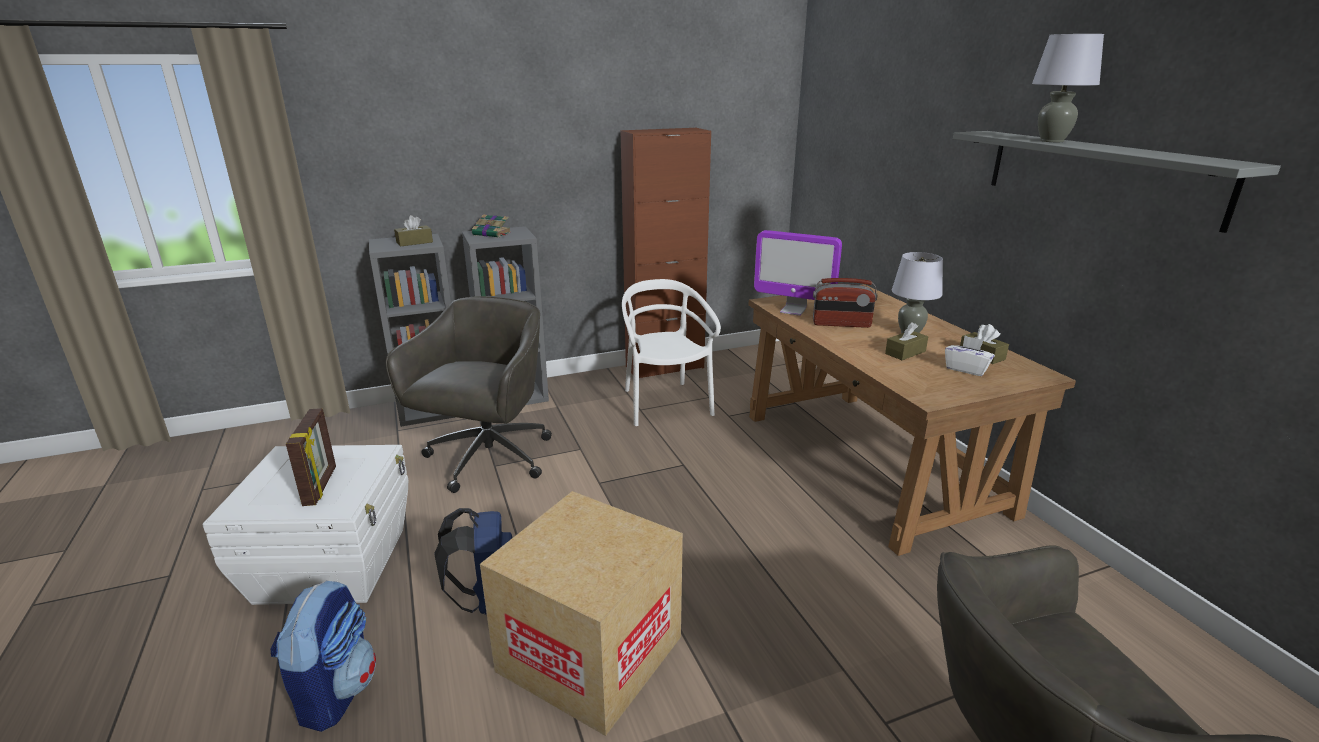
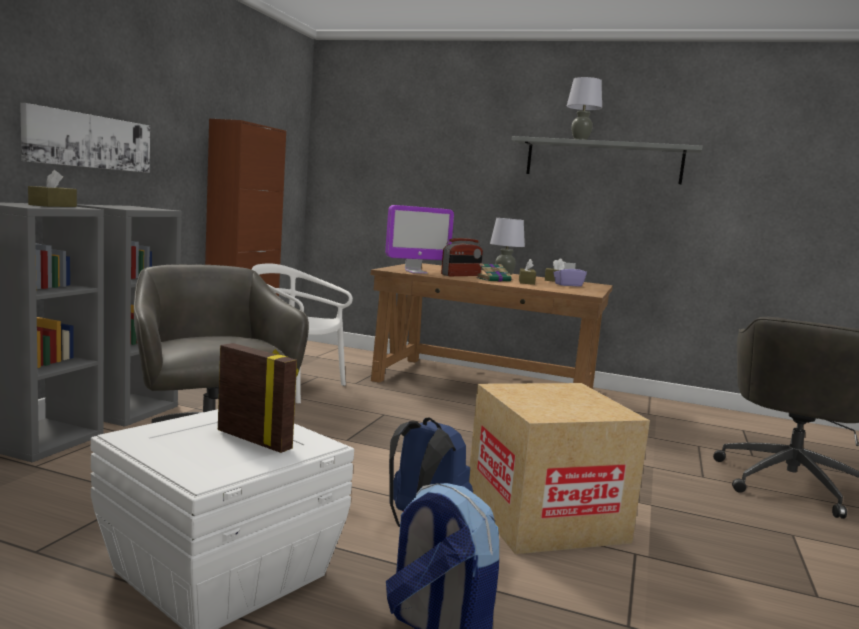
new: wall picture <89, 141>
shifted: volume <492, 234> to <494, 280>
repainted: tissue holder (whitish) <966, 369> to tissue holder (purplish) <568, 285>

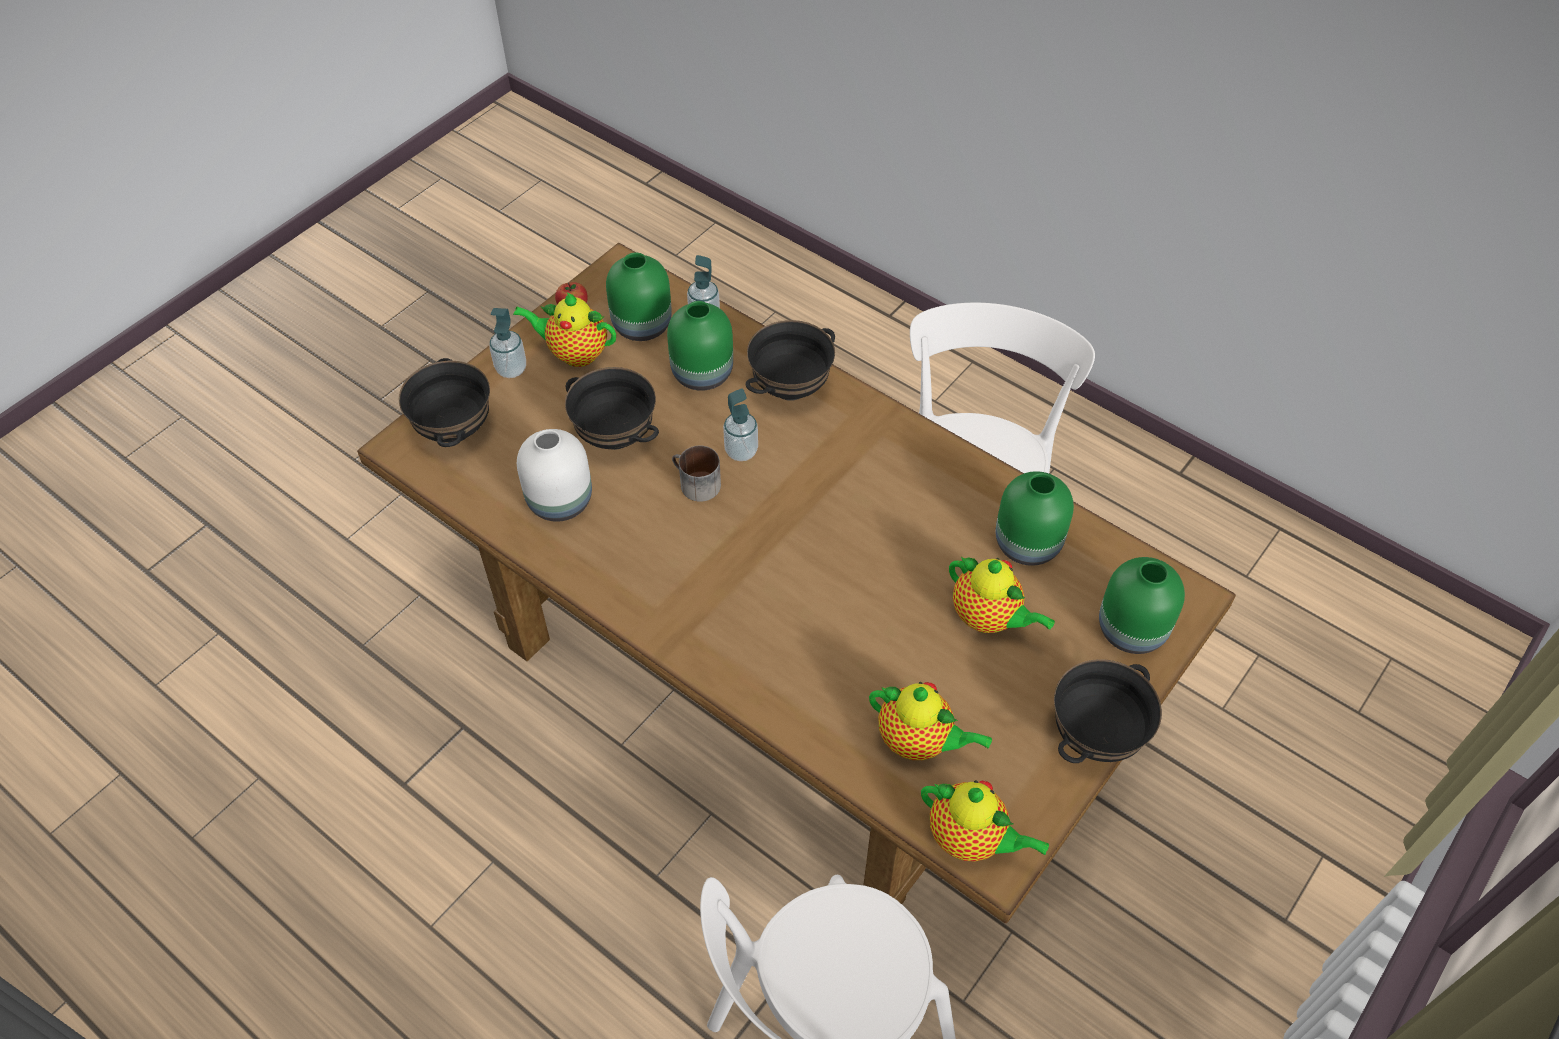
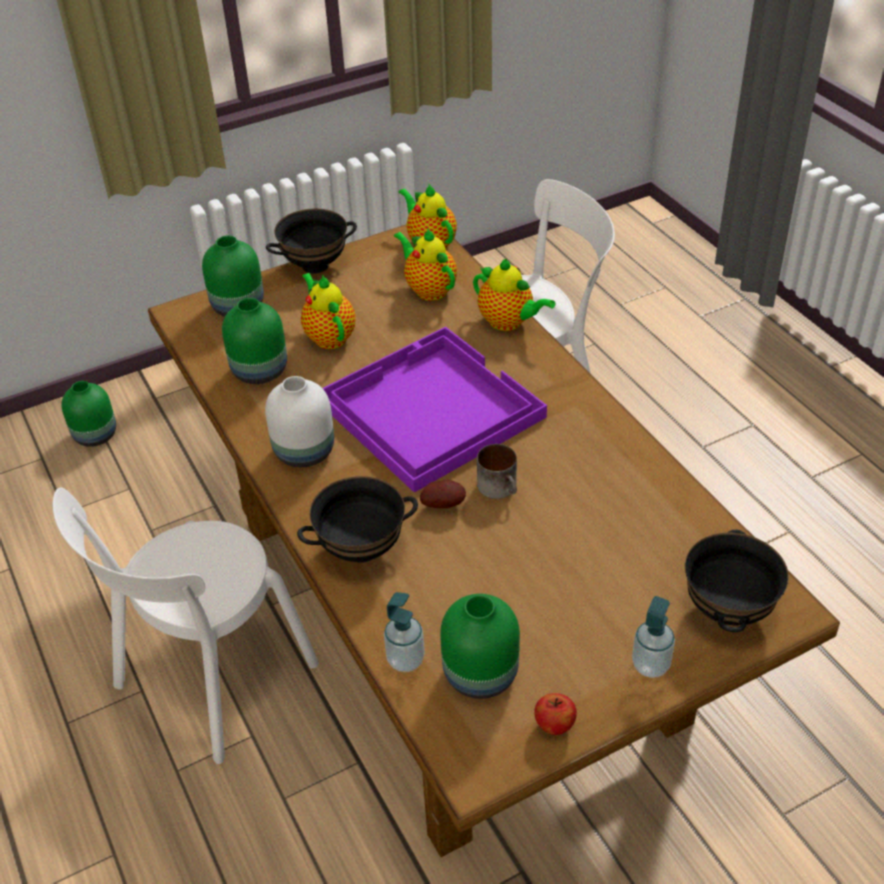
gone: serving bowl (black-coloured) <616, 436>
new: serving tray (purplish) <428, 410>
shifted: tea pot <574, 353> to <508, 322>; decorative vase (whitish) <558, 502> to <306, 451>; decorative vase (green) <701, 375> to <96, 435>
swapped: liquid soap bottle <741, 451> to whole potato <444, 504>

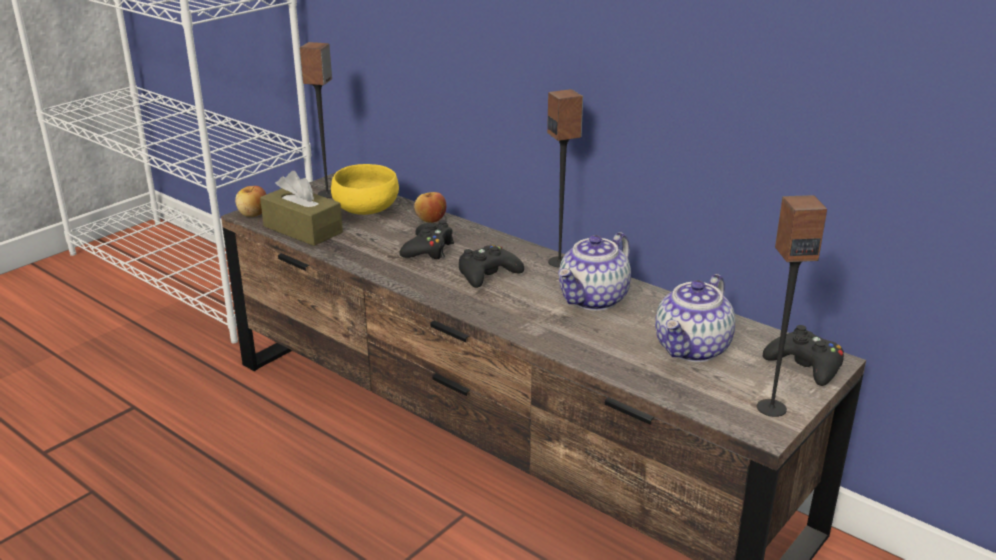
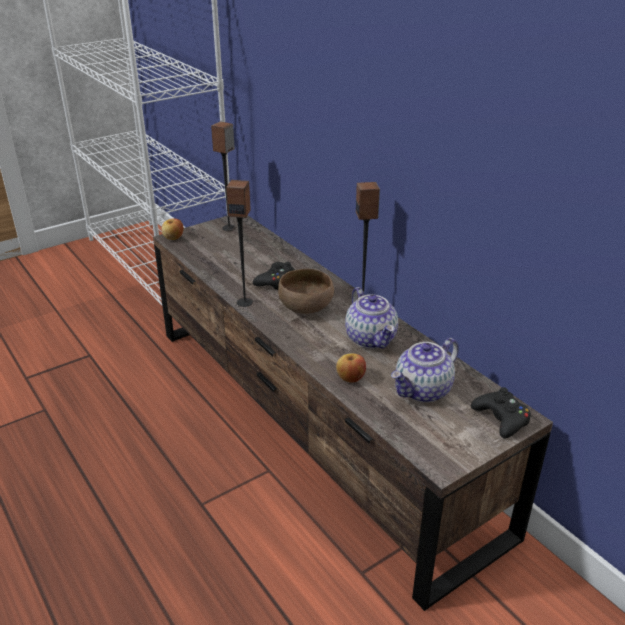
gone: tissue holder (brownish) <303, 229>; serving bowl (yellow-coloured) <367, 211>
shifted: apple fruit <430, 220> to <350, 378>; loudspeaker <771, 408> to <245, 302>
swapped: joypad (black-coloured) <487, 274> to serving bowl (brownish) <306, 307>
rotated: tea pot <594, 299> = <371, 339> 75 degrees counterclockwise

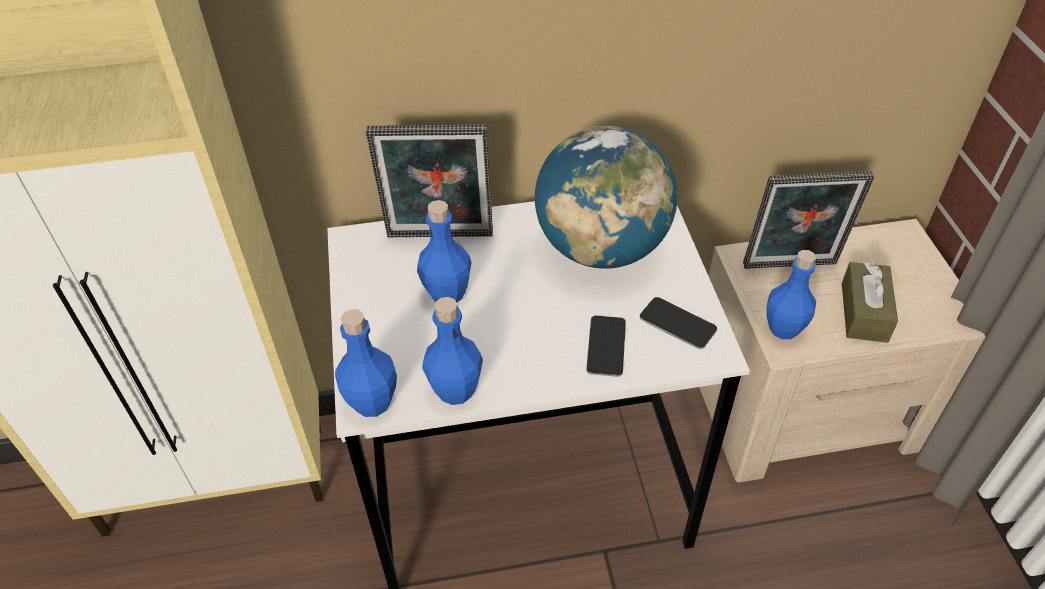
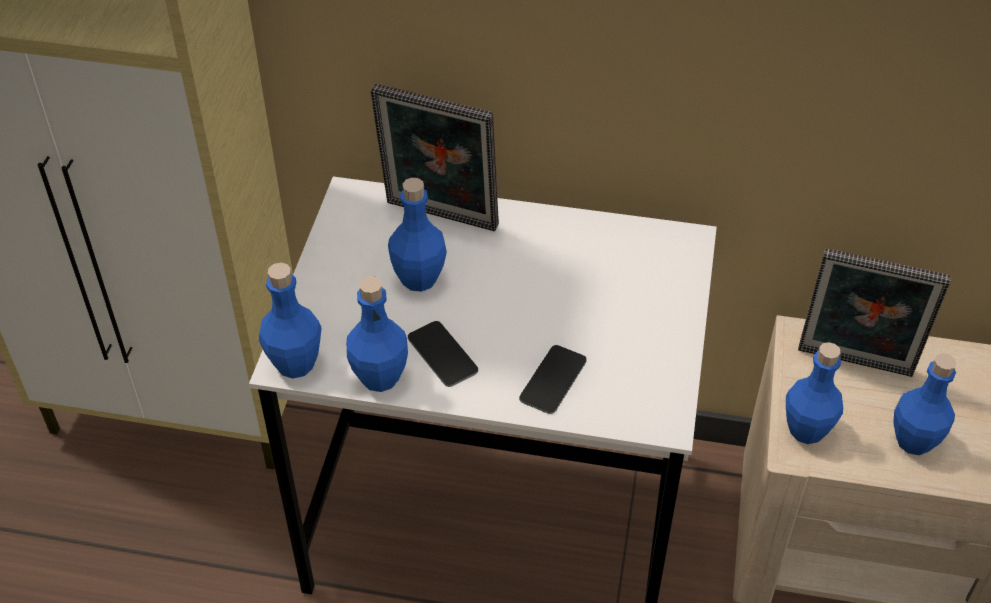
gone: desk globe <602, 248>
shifted: phone <677, 323> to <442, 354>
swapped: tissue holder (brownish) <864, 312> to beverage bottle (bluish) <914, 441>

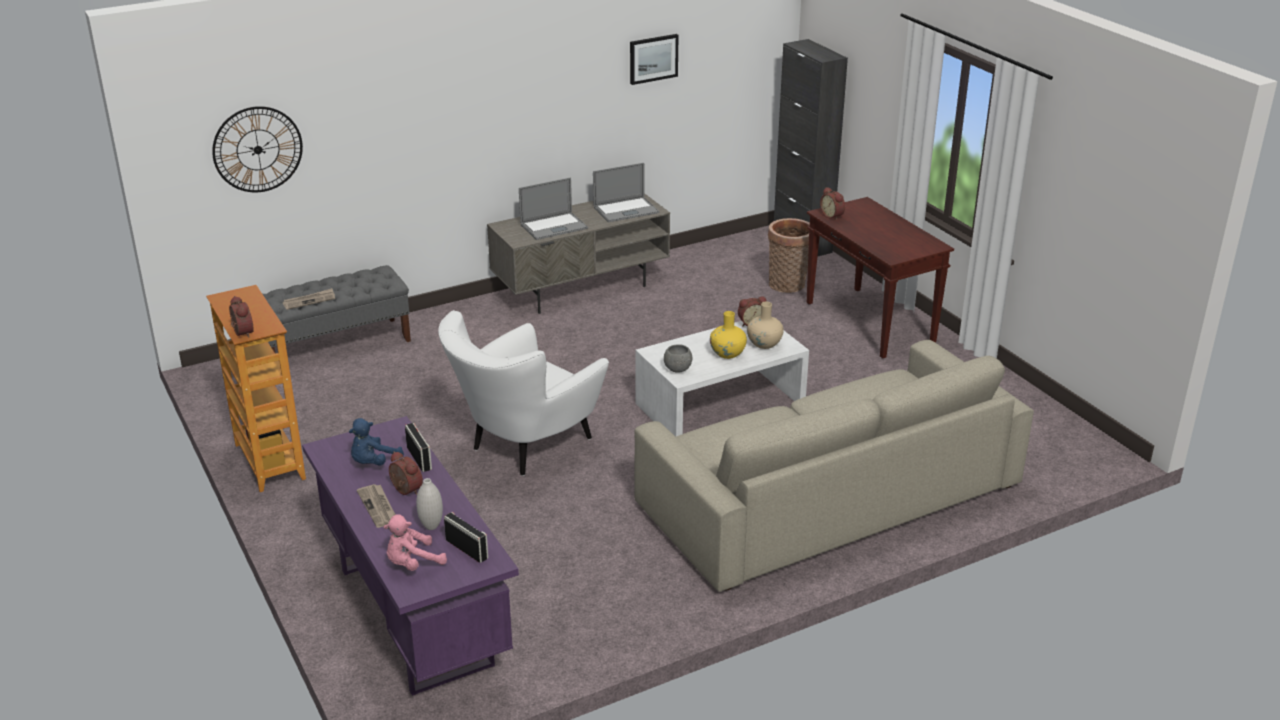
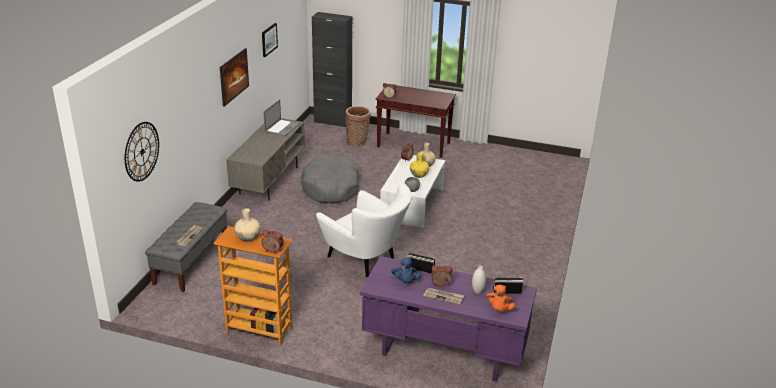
gone: portable computer <554, 226>; couch (beige-coloured) <828, 494>
new: wall picture <234, 86>; decorative vase (beige-coloured) <248, 237>; pet bed (grey) <331, 188>
repainted: plush toy (pinkish) <412, 564> to plush toy (orange-coloured) <499, 309>
rotated: armchair (whitish) <524, 447> = <365, 260> 45 degrees counterclockwise

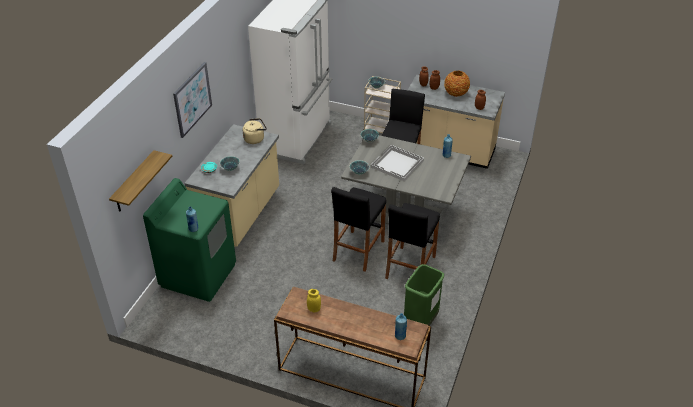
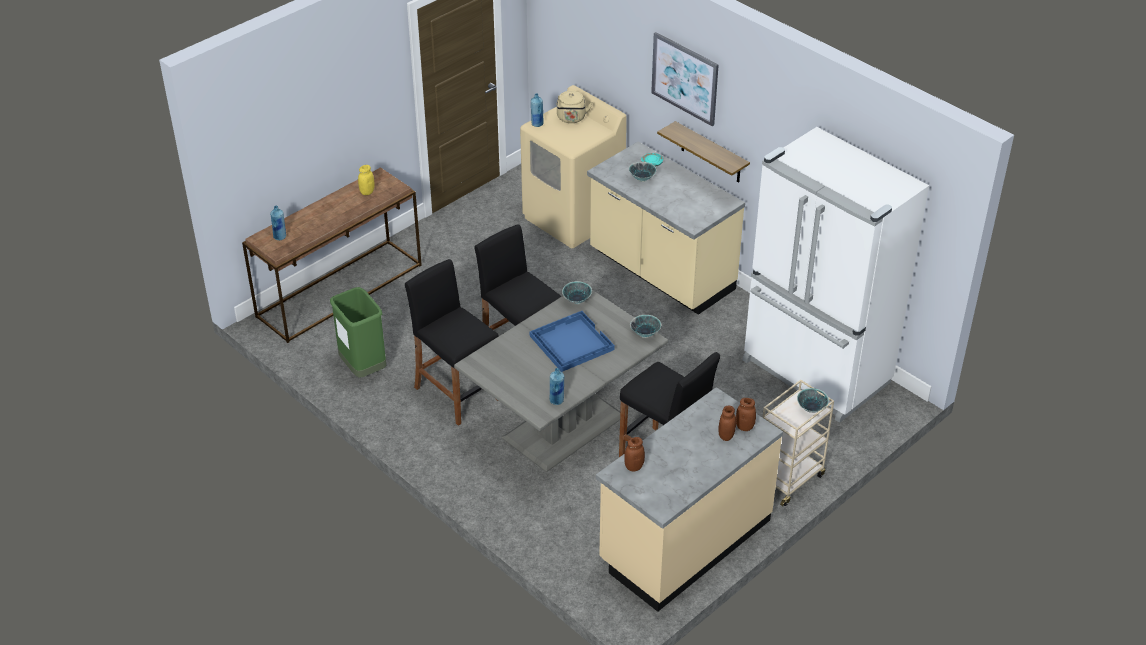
gone: decorative vase <456, 93>
shifted: wall shelf <134, 182> to <711, 153>; water kettle (beige-coloured) <255, 139> to <571, 118>
repainted: laundry machine (green) <198, 275> to laundry machine (beige-coloured) <573, 218>; serving tray (whitish) <397, 164> to serving tray (bluish) <570, 342>

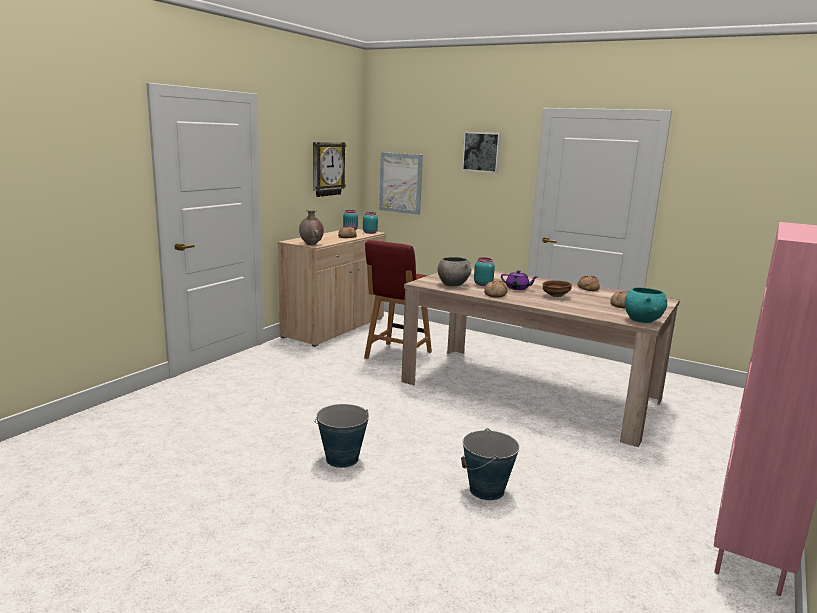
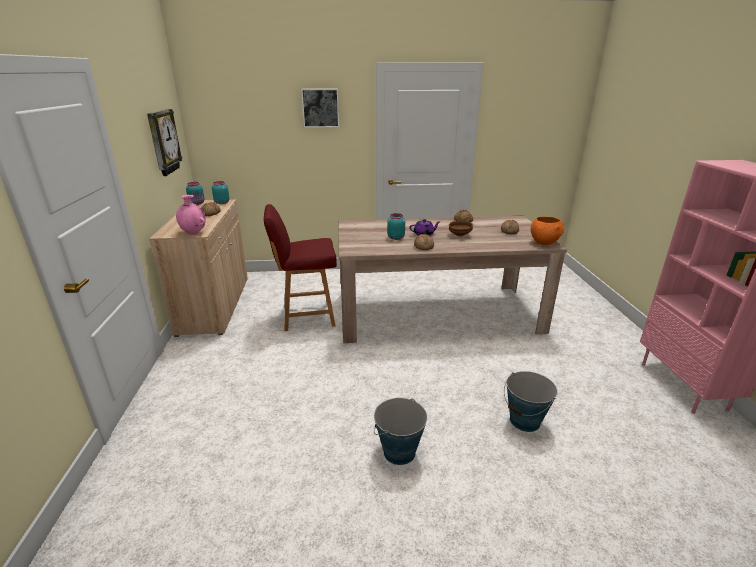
gone: wall picture <400, 183>; serving bowl (grey) <453, 284>
repainted: decorative vase (brownish) <311, 244> to decorative vase (pinkish) <194, 233>; serving bowl (blue-green) <643, 320> to serving bowl (orange-coloured) <544, 242>
rotated: upright chair (red-coloured) <397, 355> = <307, 316> 90 degrees clockwise

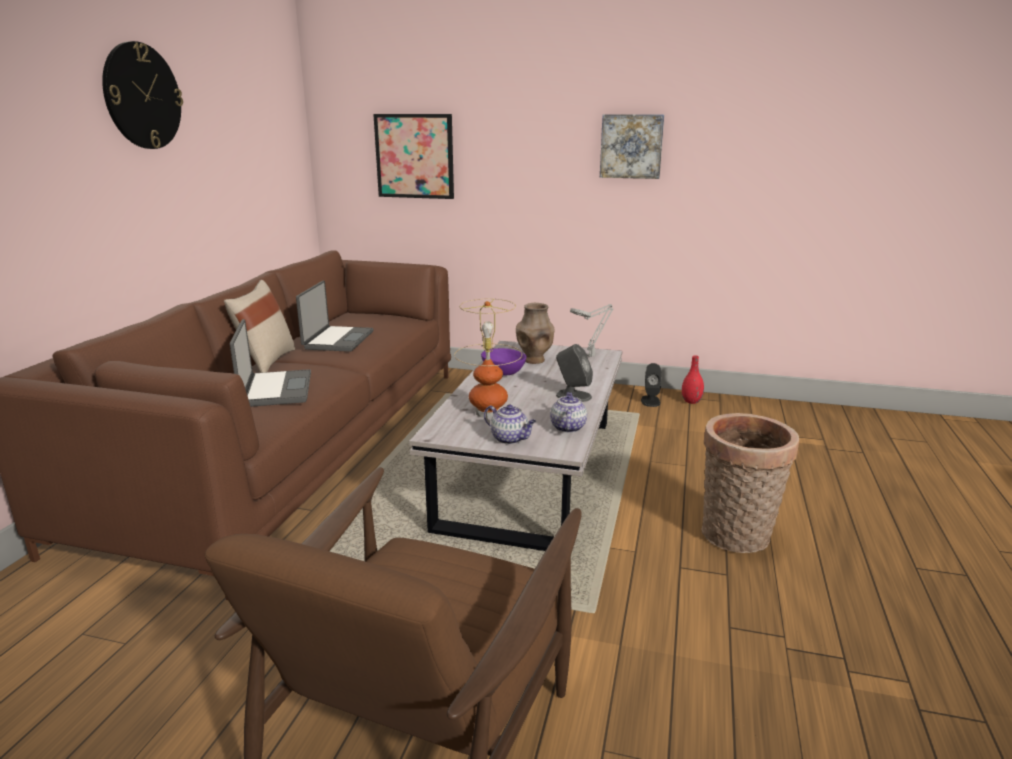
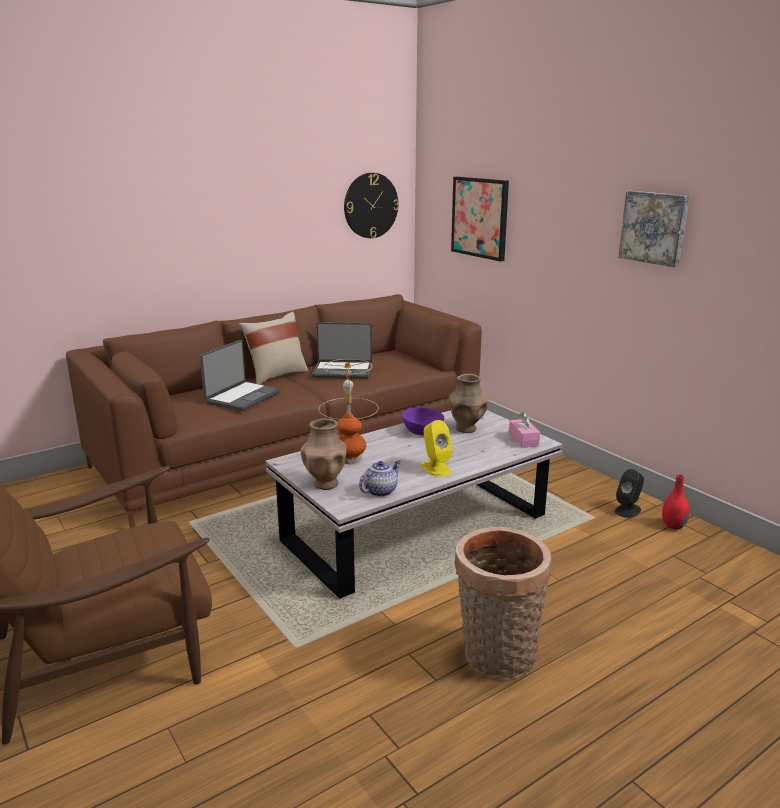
shifted: hanging clock <142, 96> to <370, 205>
swapped: tea pot <510, 439> to decorative vase (brownish) <325, 483>; table lamp (grey) <591, 356> to tissue holder (pinkish) <523, 440>
repainted: loudspeaker (grey) <573, 396> to loudspeaker (yellow-coloured) <435, 468>
rotated: portable computer <337, 340> = <343, 371> 45 degrees clockwise

